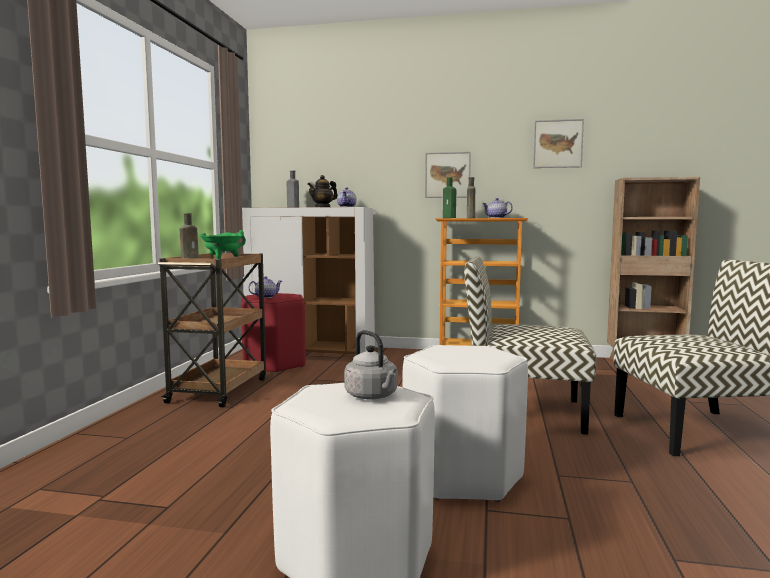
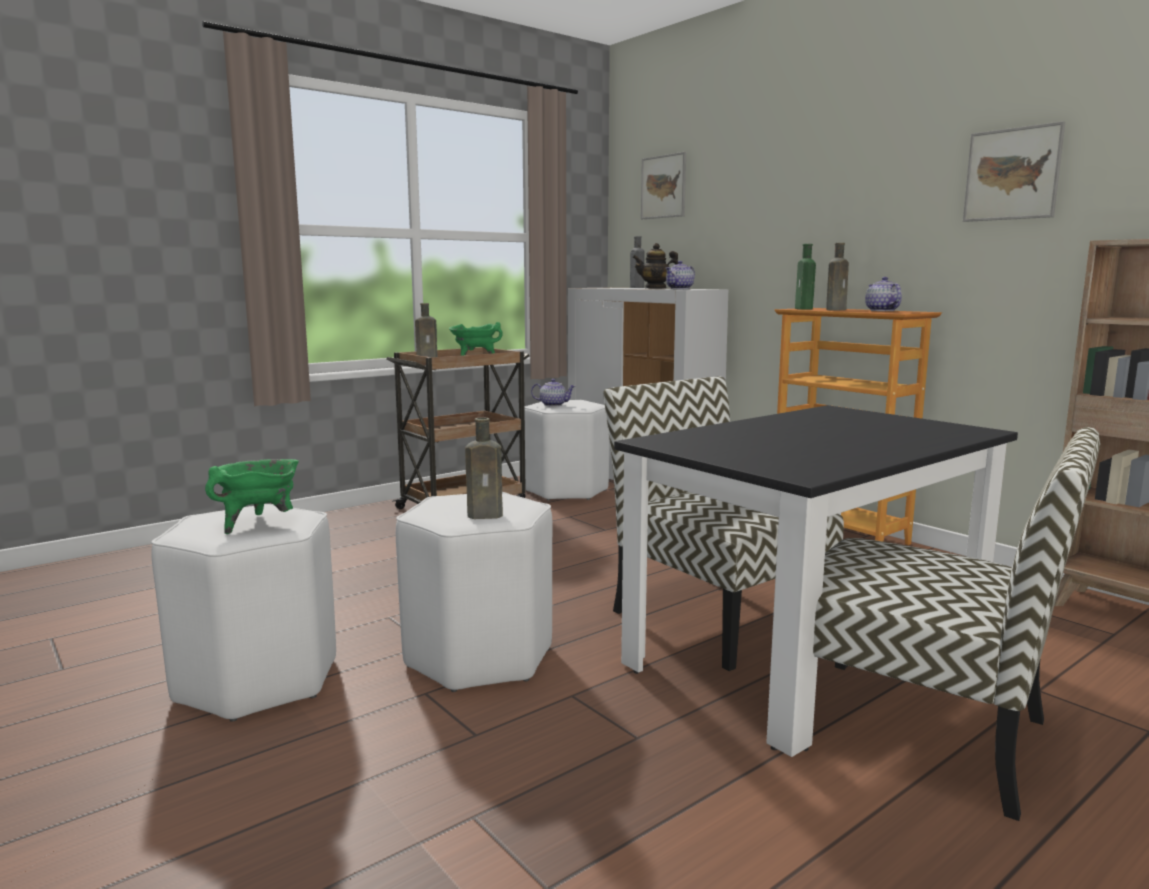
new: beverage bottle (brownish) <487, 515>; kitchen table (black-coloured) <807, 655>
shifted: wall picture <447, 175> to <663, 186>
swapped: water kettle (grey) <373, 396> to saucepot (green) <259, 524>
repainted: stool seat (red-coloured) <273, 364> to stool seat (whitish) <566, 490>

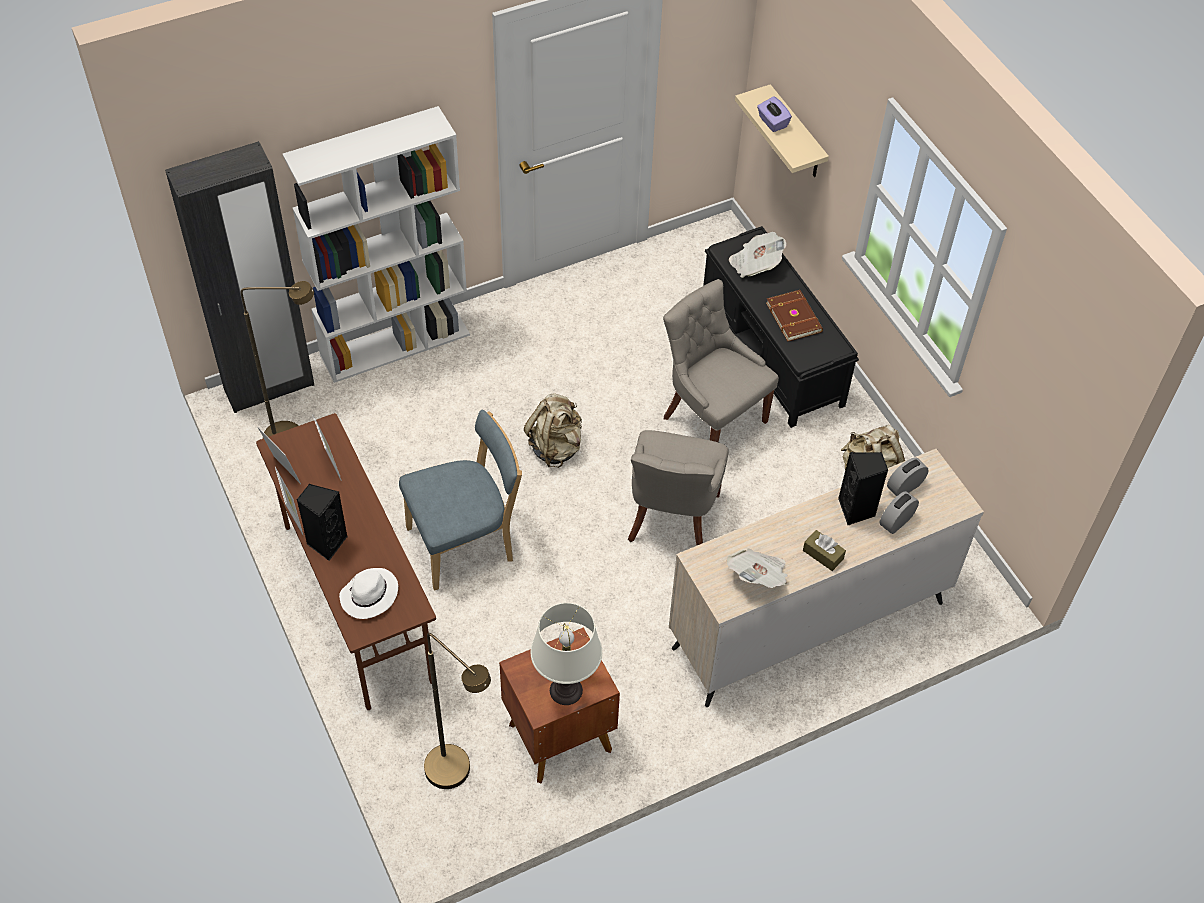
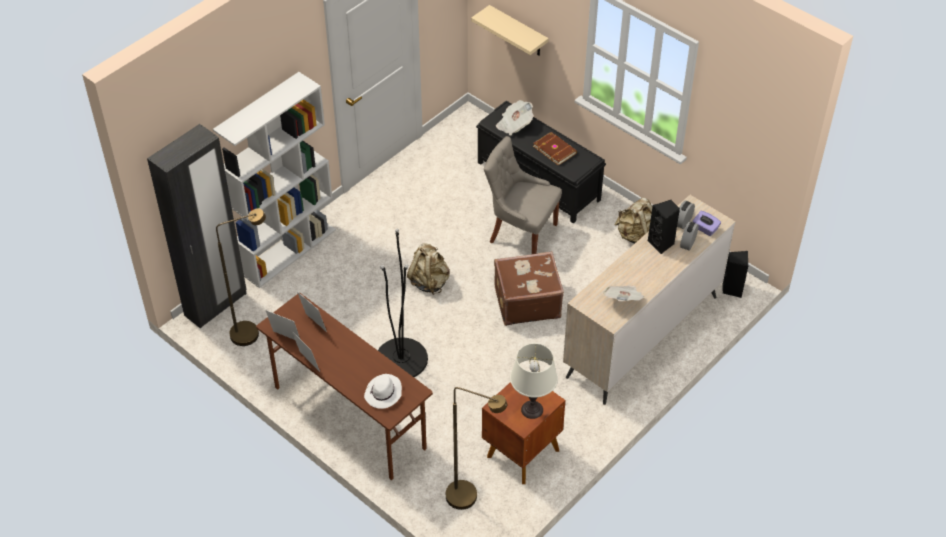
gone: tissue holder (brownish) <823, 554>
shifted: loudspeaker (black-coloured) <326, 542> to <732, 289>; tissue holder (purplish) <772, 122> to <705, 229>
swapped: upright chair (bluish) <465, 543> to floor lamp (black-coloured) <401, 359>; upright chair (grey) <671, 519> to suitcase (brownish) <526, 301>

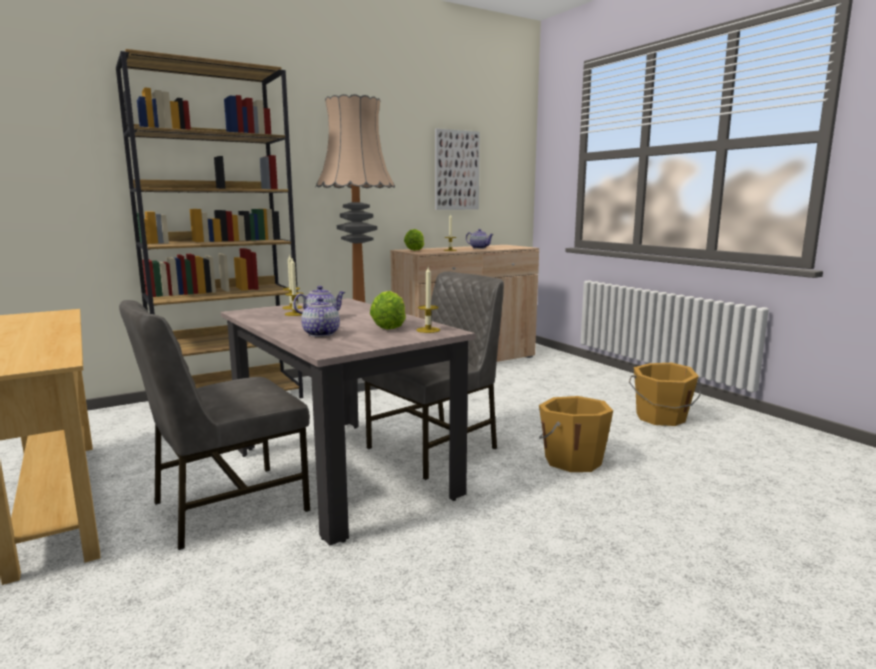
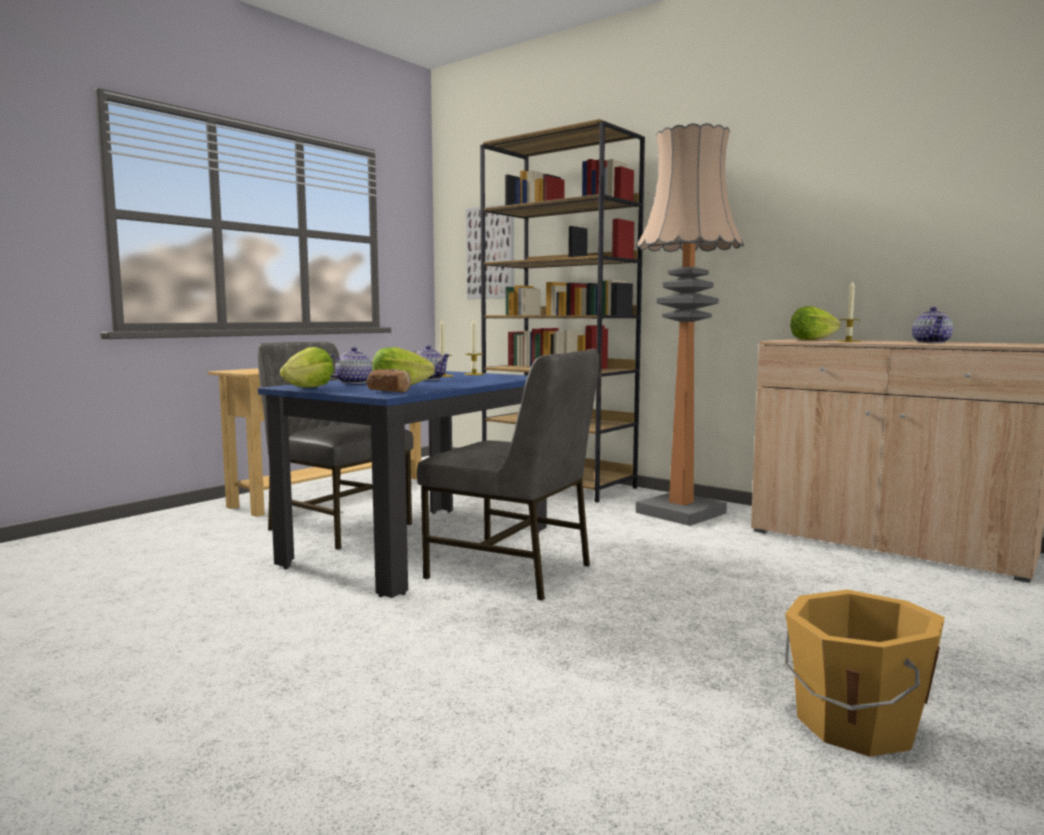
gone: water bucket (orange-coloured) <571, 460>
new: lettuce head <308, 388>
shifted: wall picture <456, 170> to <490, 252>
swapped: candle <428, 330> to bakery bread <390, 392>
repainted: kitchen table (beige-coloured) <342, 472> to kitchen table (bluish) <421, 546>

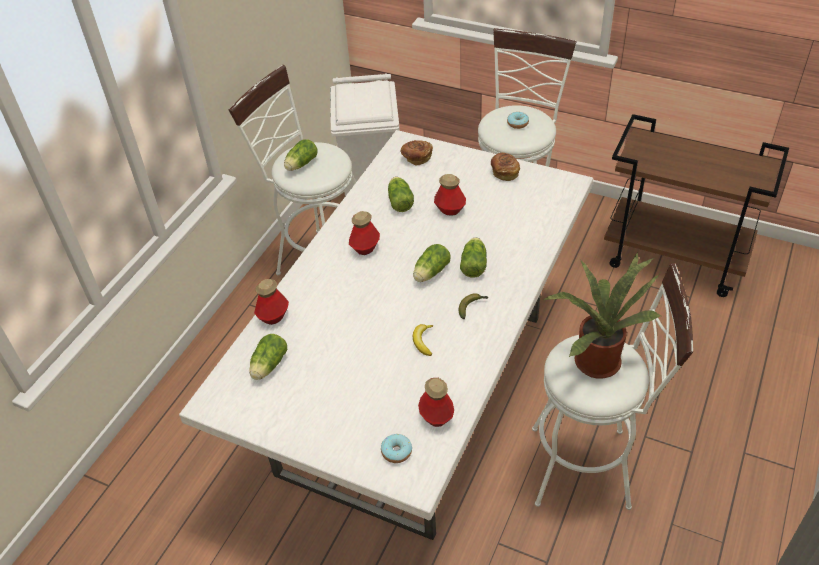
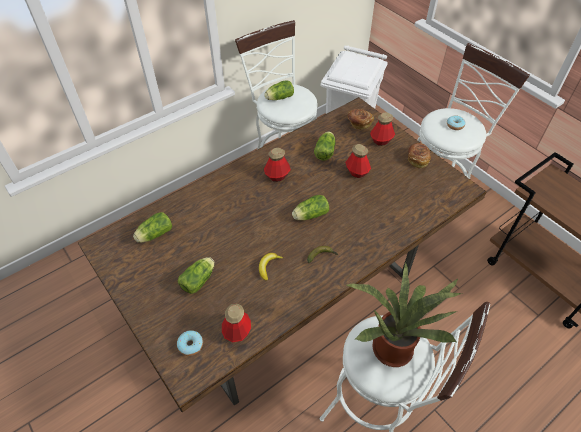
shifted: beverage bottle <273, 316> to <381, 141>; lettuce head <474, 264> to <199, 279>
repainted: kitchen table (whitish) <416, 389> to kitchen table (brownish) <291, 289>

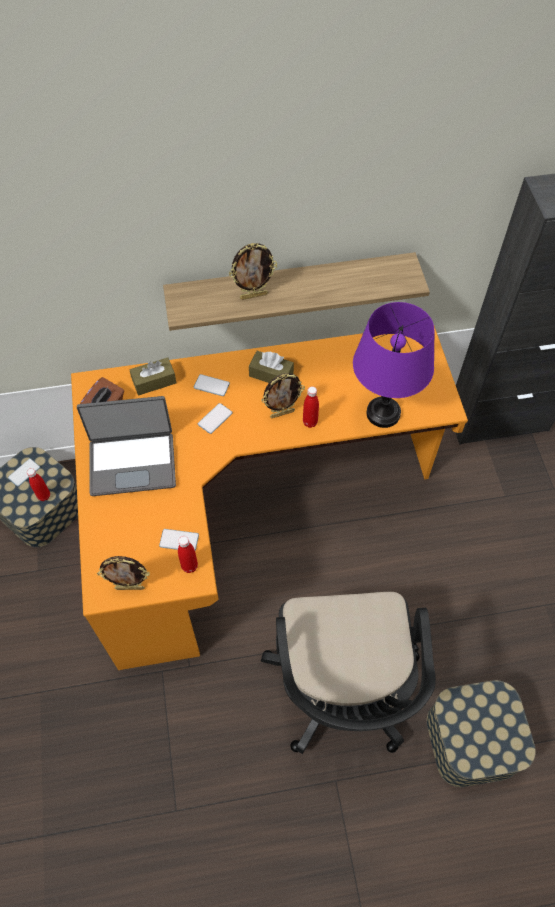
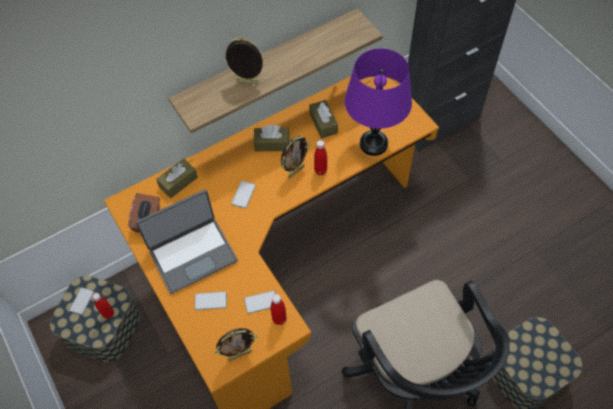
new: tissue holder (brownish) <323, 123>
shifted: phone <211, 386> to <210, 301>
rotated: photo frame <253, 295> = <247, 82> 135 degrees counterclockwise

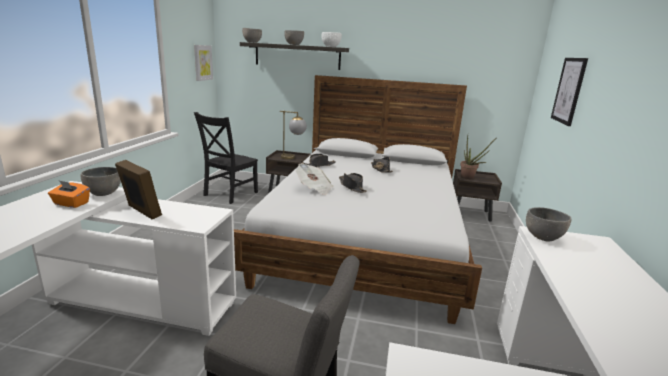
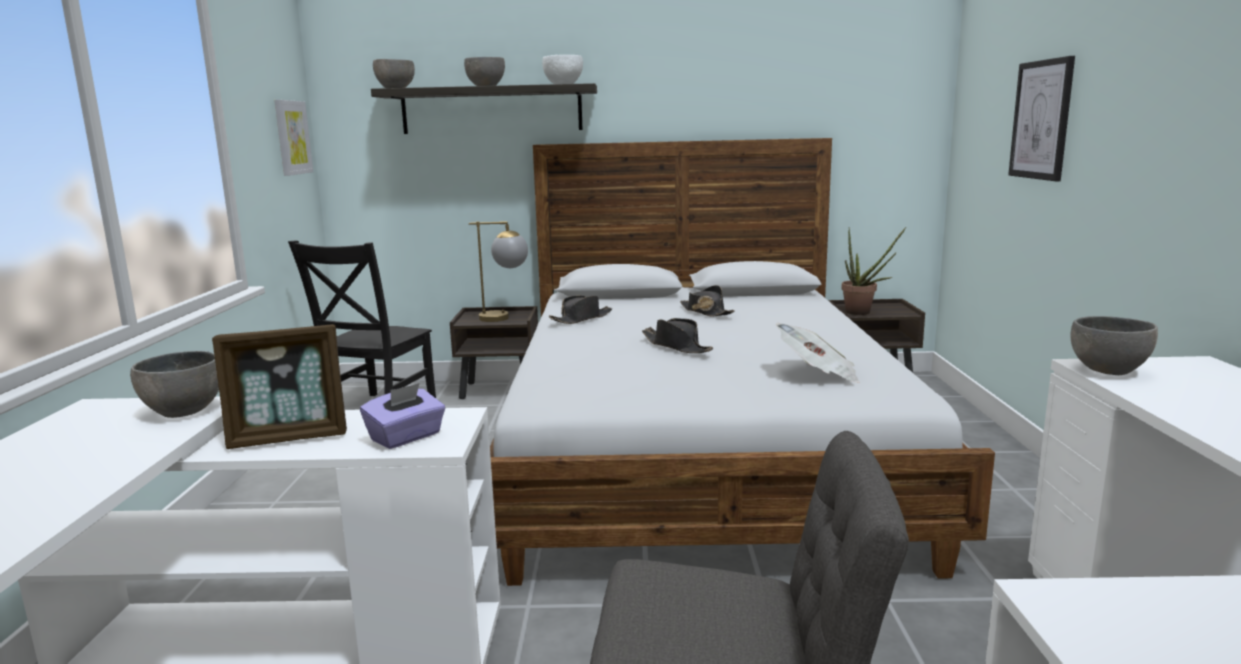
gone: tissue holder (orange-coloured) <71, 204>
new: tissue holder (purplish) <406, 437>
shifted: printed paper <314, 188> to <818, 374>
rotated: photo frame <141, 212> = <290, 438> 135 degrees clockwise

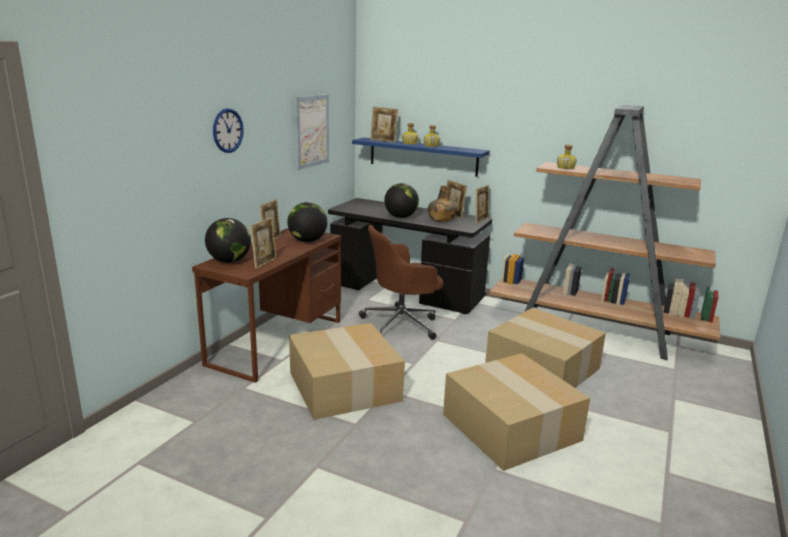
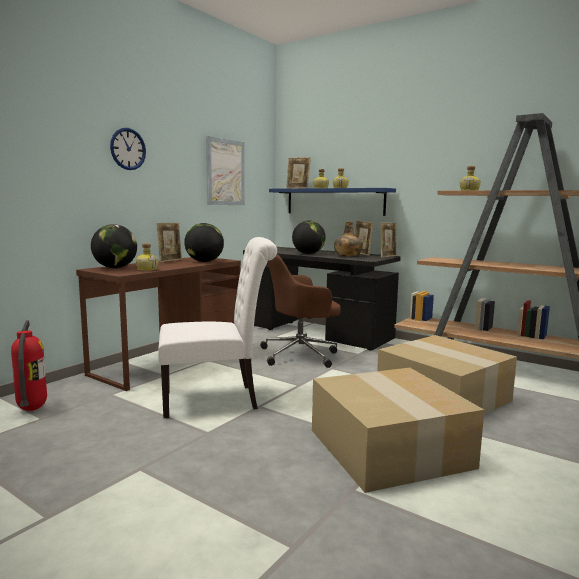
new: fire-fighting cylinder <31, 409>
swapped: photo frame <265, 263> to beverage bottle <147, 269>; packing box <346, 387> to upright chair (whitish) <216, 400>

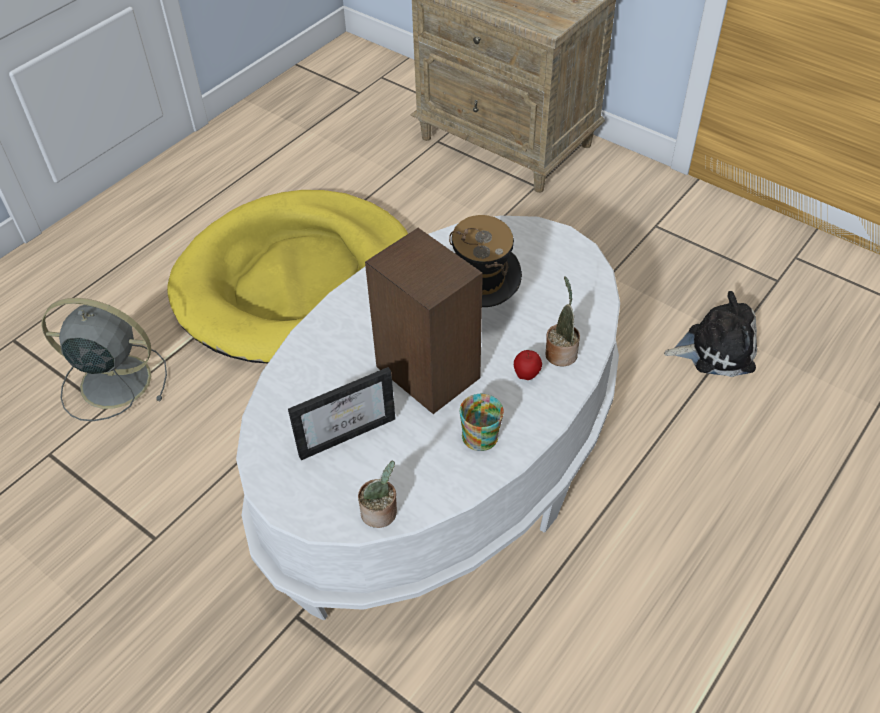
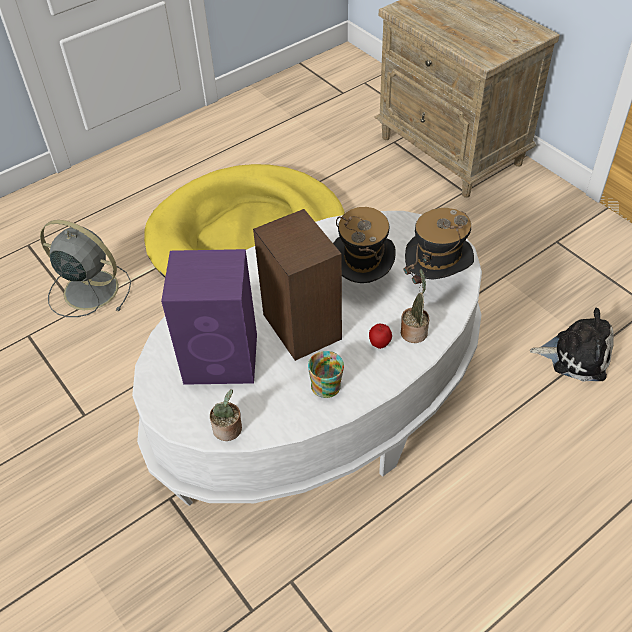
new: wearable hat <436, 280>
swapped: photo frame <345, 429> to loudspeaker (purplish) <223, 358>

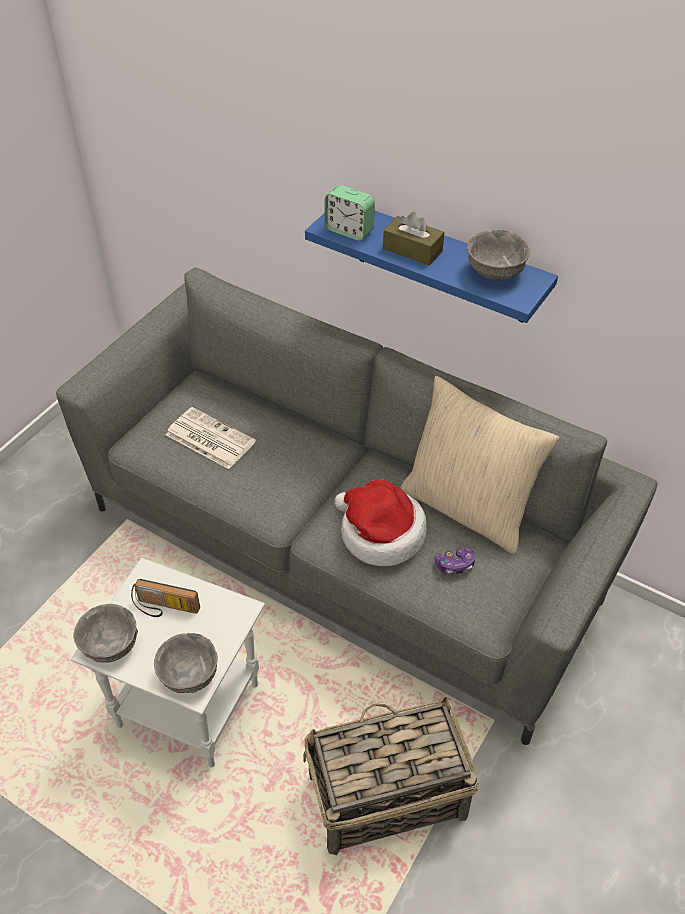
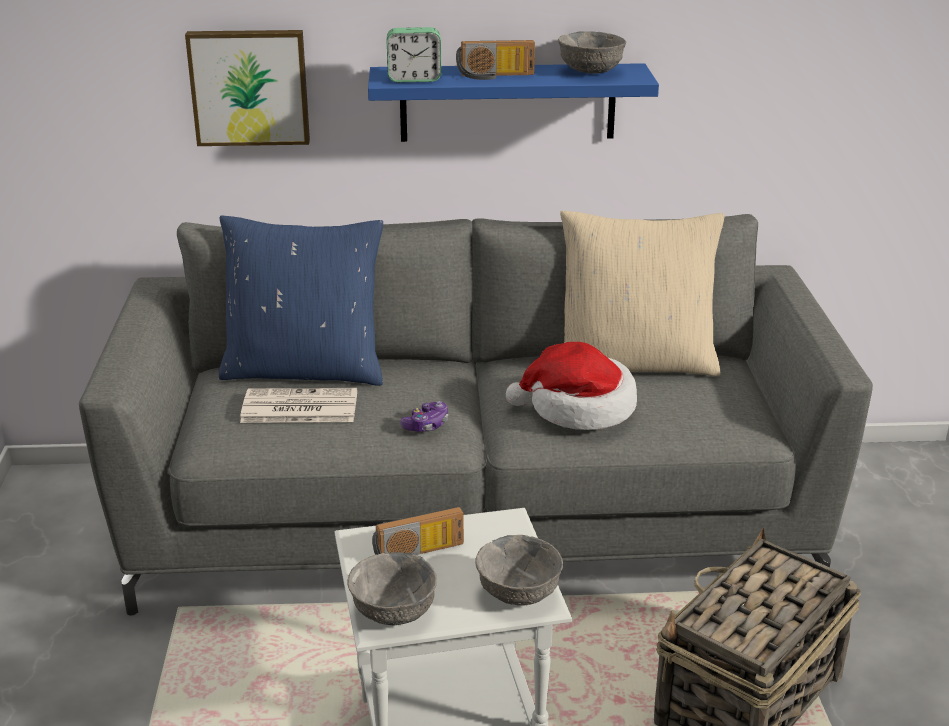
new: wall picture <249, 87>; throw pillow (bluish) <305, 369>
shifted: joypad <455, 565> to <426, 425>
swapped: tissue holder (brownish) <412, 250> to radio receiver <495, 76>

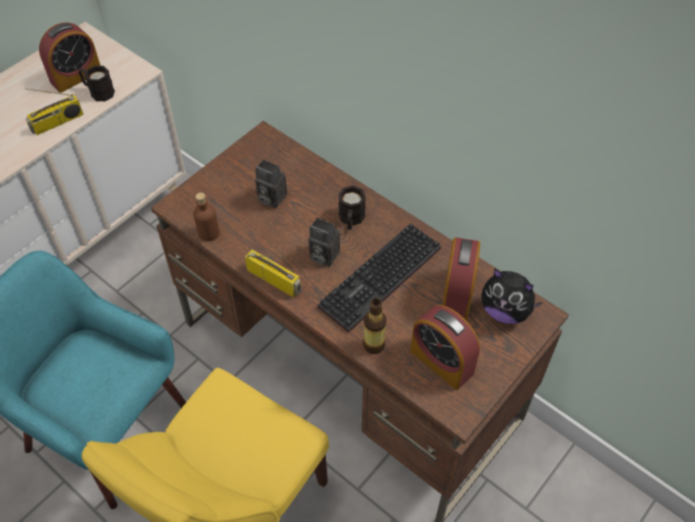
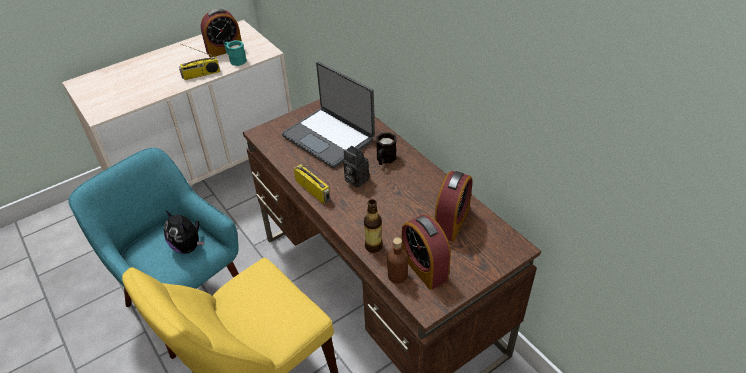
gone: computer keyboard <381, 280>
shifted: beverage bottle (brownish) <208, 233> to <397, 275>; plush toy <505, 311> to <188, 246>
swapped: still camera <270, 198> to portable computer <329, 137>
repainted: tea mug (black-coloured) <98, 92> to tea mug (blue-green) <235, 60>

